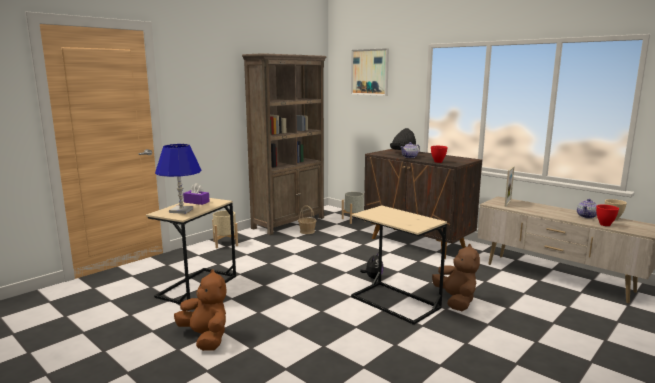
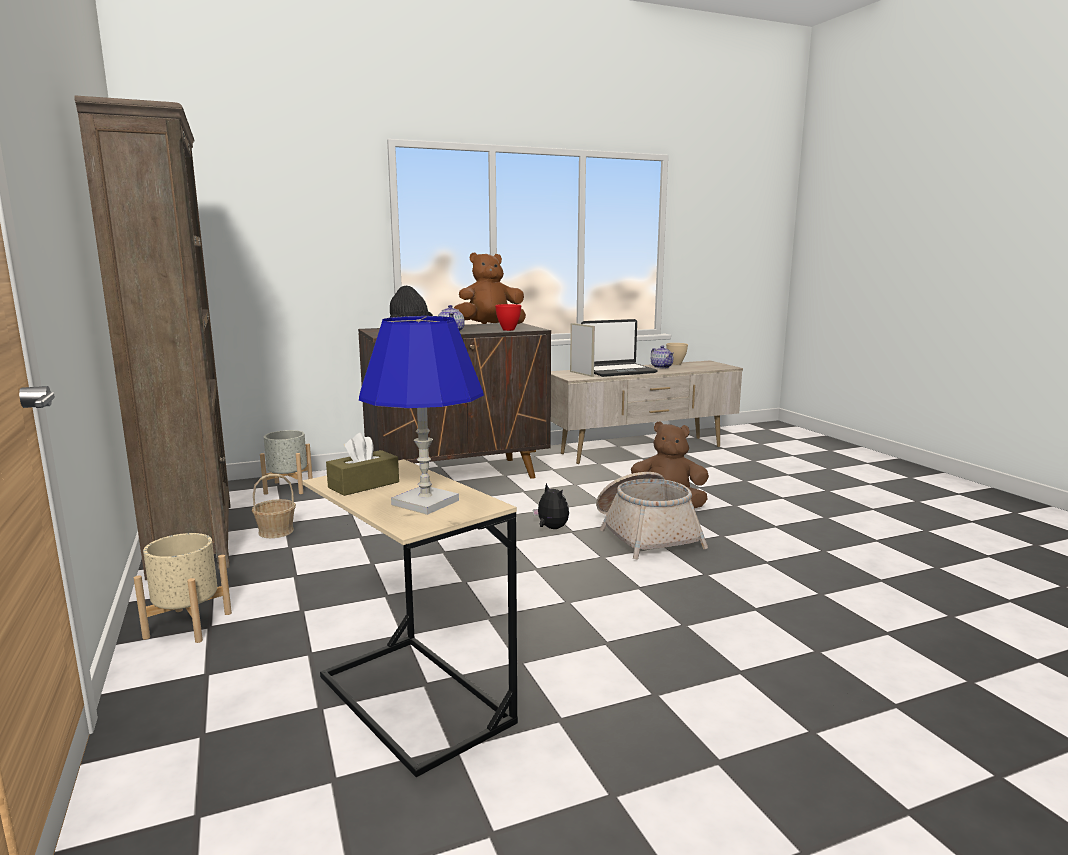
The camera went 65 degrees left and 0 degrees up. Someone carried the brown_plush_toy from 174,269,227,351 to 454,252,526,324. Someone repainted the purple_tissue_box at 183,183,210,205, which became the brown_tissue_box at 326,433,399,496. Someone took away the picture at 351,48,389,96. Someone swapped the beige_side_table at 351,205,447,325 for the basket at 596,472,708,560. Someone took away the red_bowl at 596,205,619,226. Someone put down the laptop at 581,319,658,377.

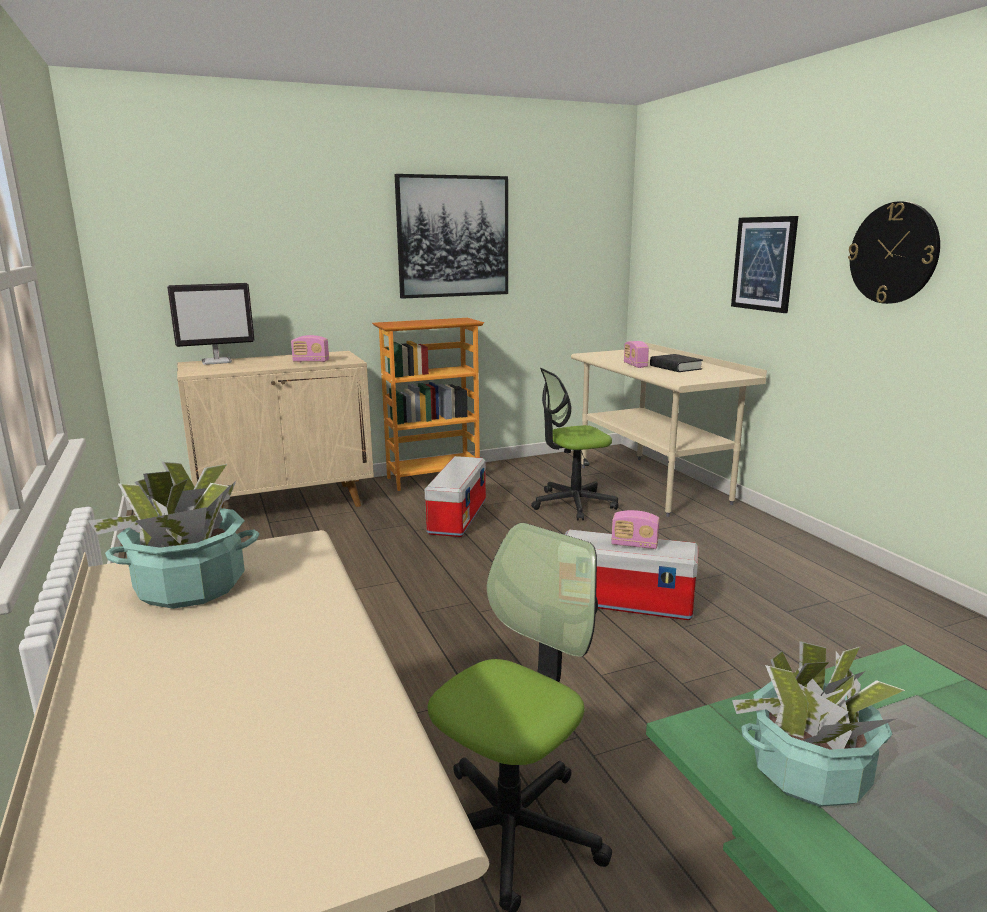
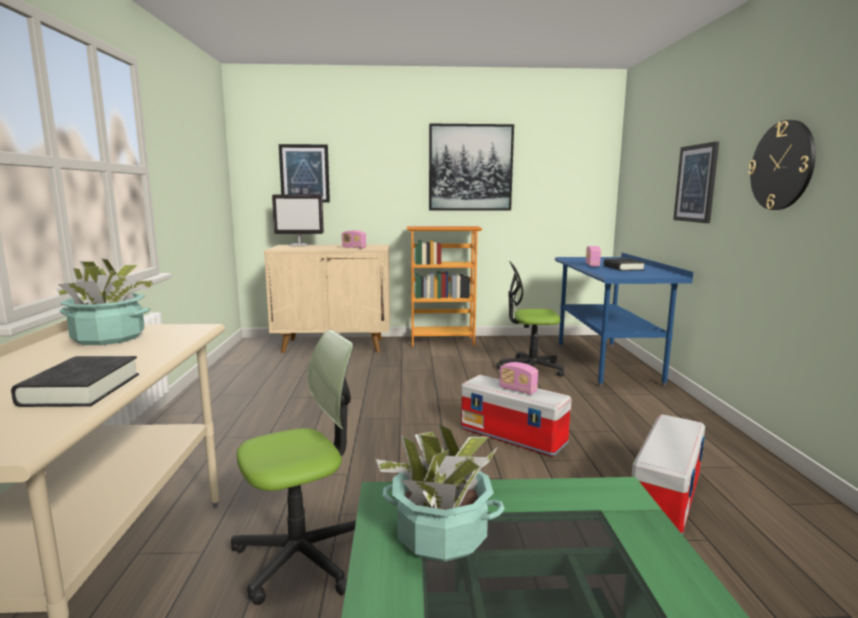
The camera went 20 degrees right and 5 degrees down. Someone carried the storage_box from 425,456,486,537 to 632,414,705,535. Someone repainted the beige_desk at 571,342,767,517, which became the blue_desk at 555,253,694,387. Someone put down the black_book at 11,356,139,407. Someone put up the picture at 279,144,330,203.

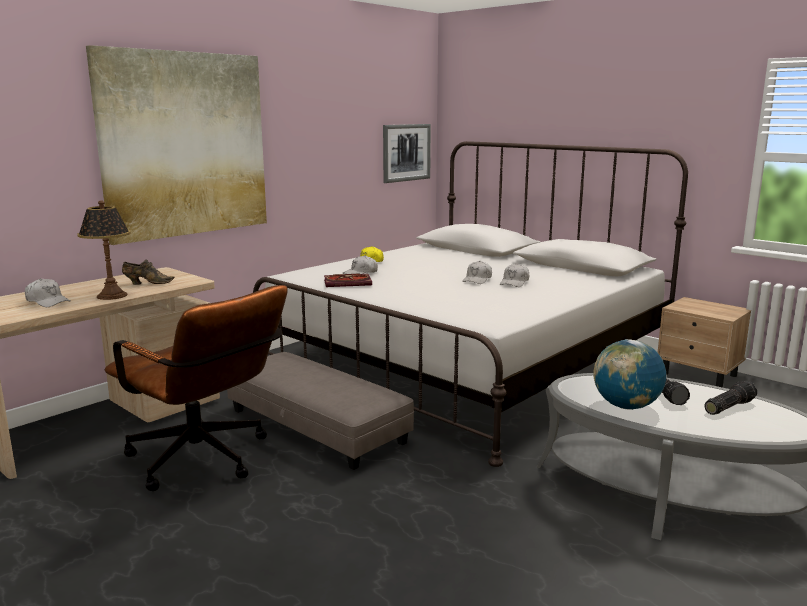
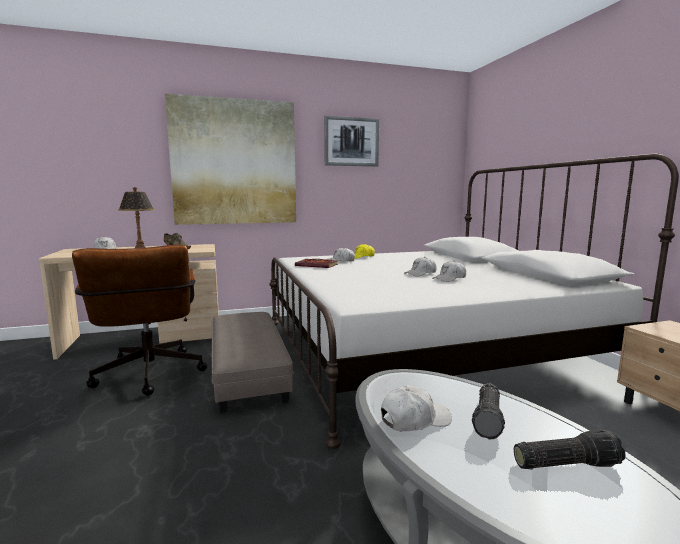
The camera went 30 degrees right and 5 degrees down. Someone carried the picture from 383,124,431,183 to 324,116,379,167. Someone swapped the globe at 594,339,666,410 for the white_cap at 381,385,452,431.

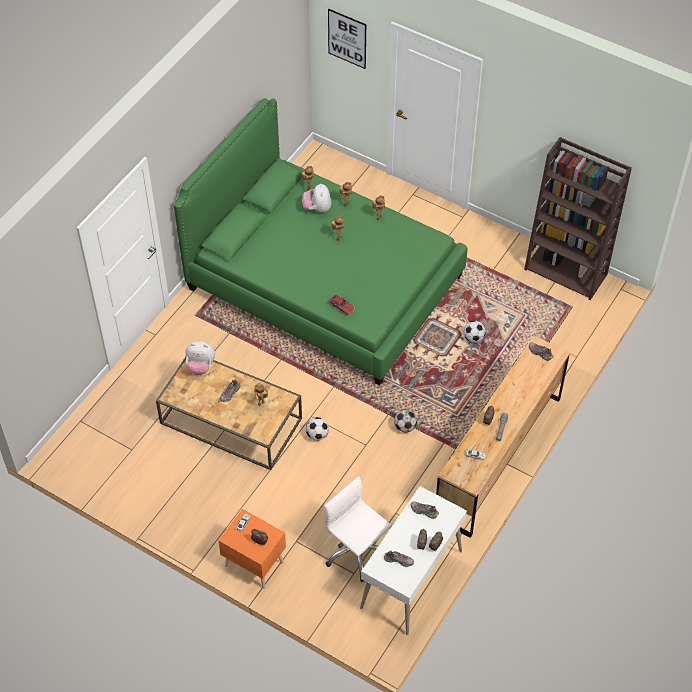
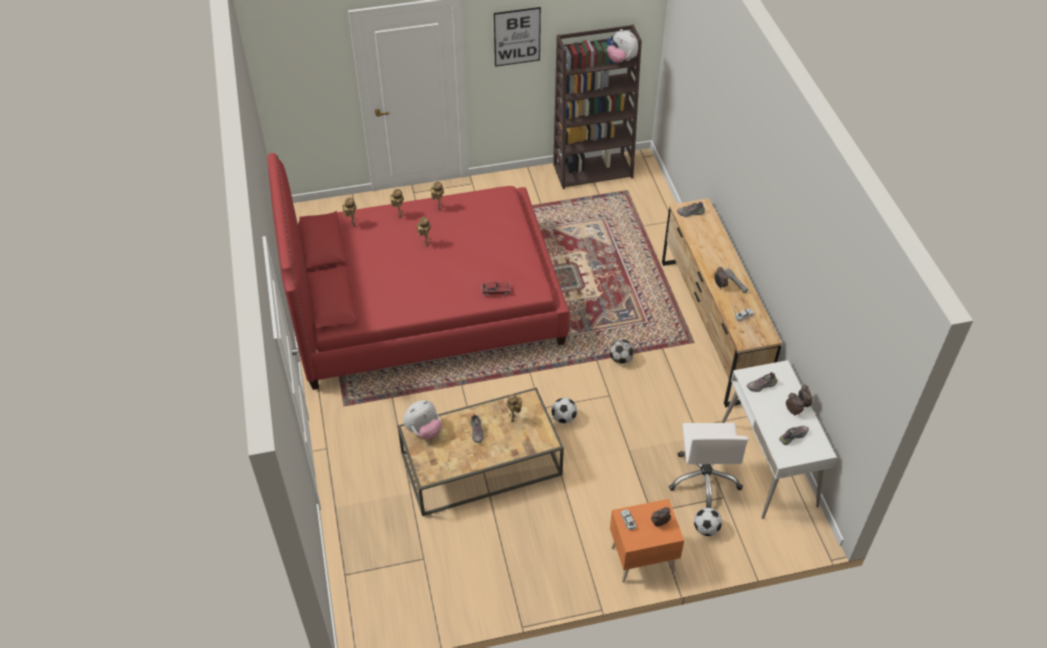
The camera went 45 degrees left and 5 degrees down. Someone repainted the green_bed at 174,98,468,385, which became the red_bed at 268,153,570,390. Someone carried the plush_toy from 302,184,331,213 to 607,29,638,63. Someone rotated the white_office_chair at 324,476,391,582 by 90 degrees counterclockwise. Someone carried the picture from 328,9,366,69 to 494,7,541,67. Someone carried the football from 463,321,486,343 to 694,508,722,536.

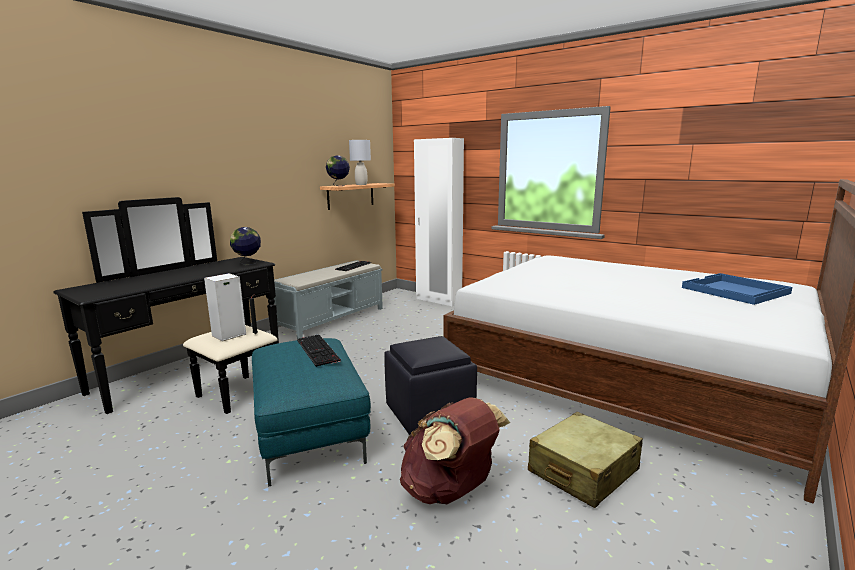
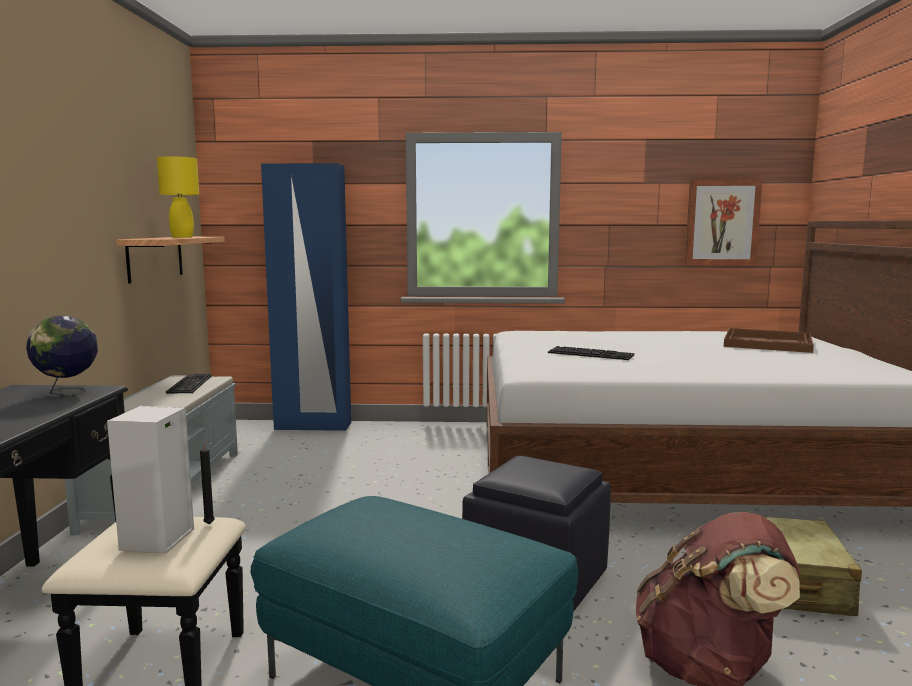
The camera went 35 degrees left and 5 degrees down. Someone carried the keyboard from 297,335,341,367 to 548,346,635,360. Someone took away the globe at 326,155,350,186. Someone repainted the grey_table_lamp at 349,140,371,185, which became the yellow_table_lamp at 157,156,199,238. Someone repainted the white_wardrobe at 414,138,464,306, which became the blue_wardrobe at 261,163,351,431. Someone repainted the blue_tray at 682,273,792,305, which became the brown_tray at 724,328,814,353. Someone put up the picture at 685,180,762,266.

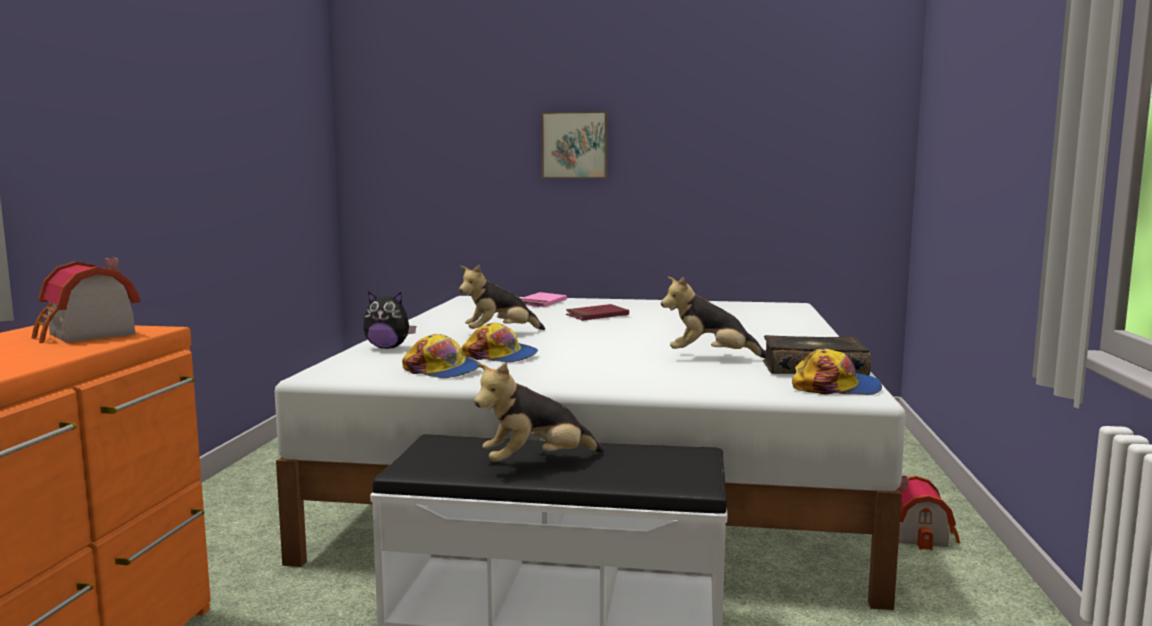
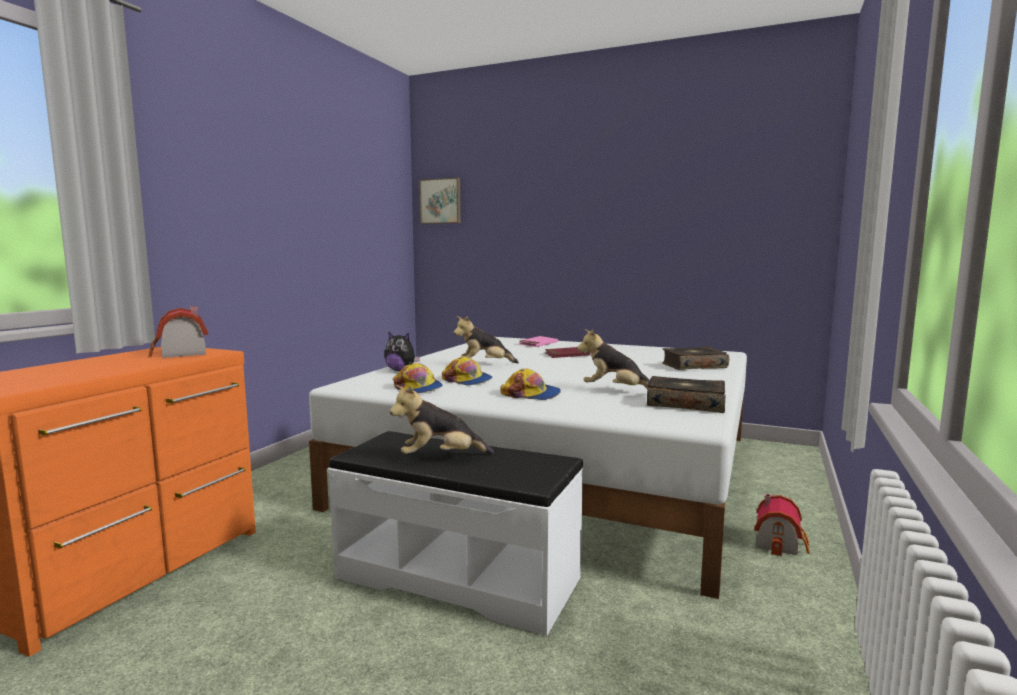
The camera went 15 degrees right and 0 degrees up. Someone carried the picture from 541,111,607,178 to 419,177,461,224. Someone carried the cap from 792,348,882,395 to 500,368,561,400. Someone put down the book at 662,346,729,370.

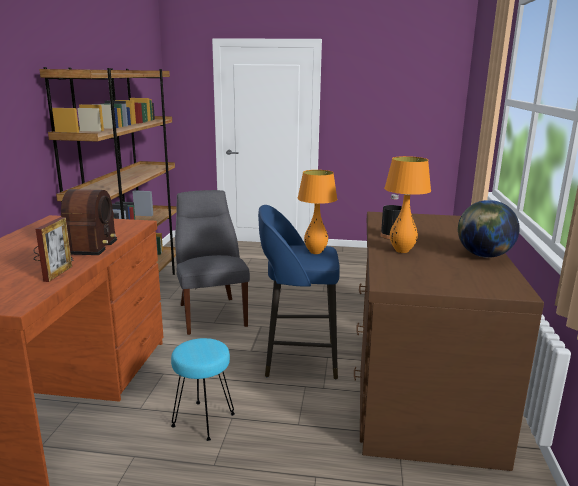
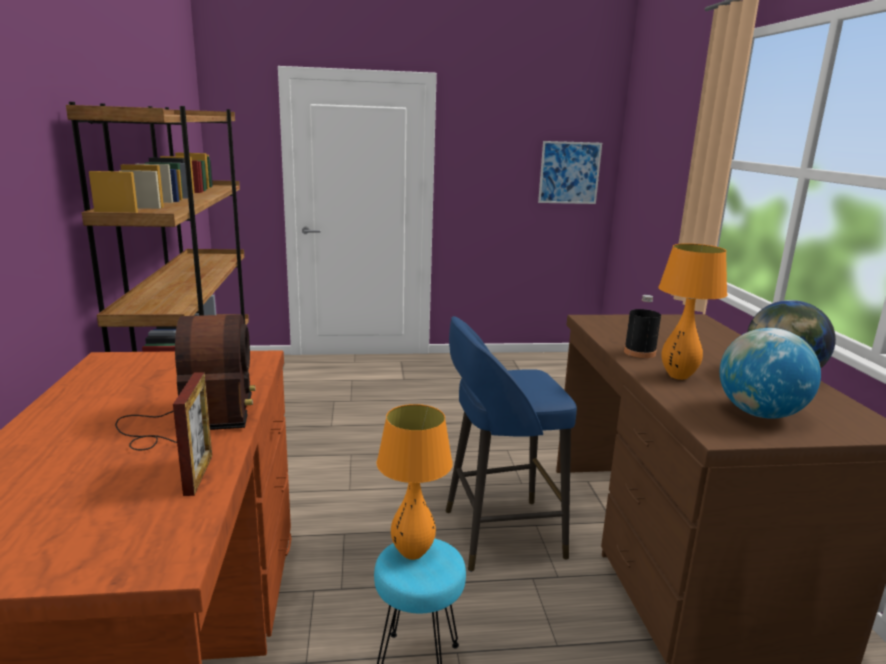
The camera went 15 degrees left and 0 degrees up. Someone took away the grey_chair at 175,190,250,335. Someone carried the orange_table_lamp from 298,170,337,254 to 376,404,453,560. Someone put up the picture at 538,141,602,204. Someone put down the globe at 720,328,821,419.

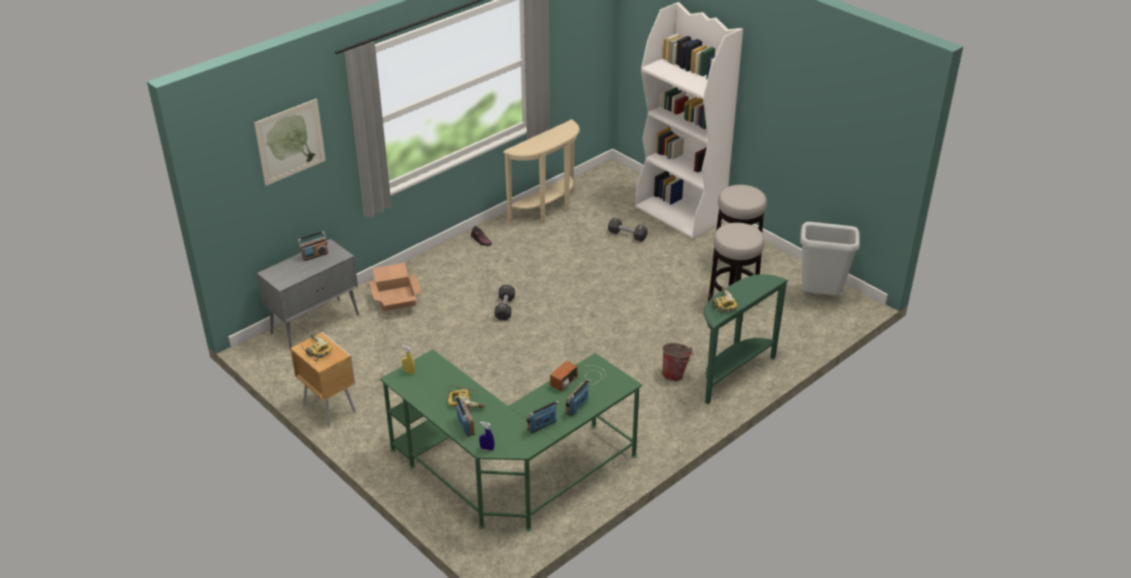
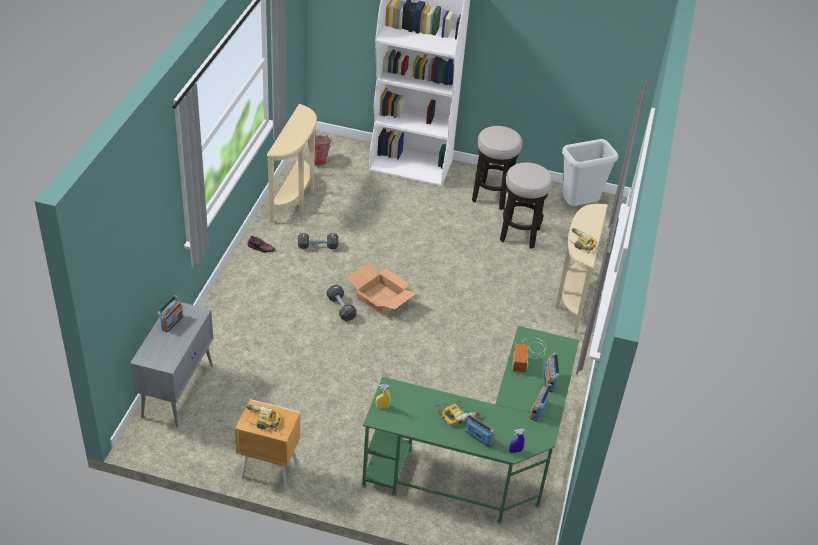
The camera went 35 degrees left and 5 degrees up. Someone took away the picture at 254,99,326,186. Someone carried the cardboard_box from 369,263,421,312 to 347,262,416,315. Someone carried the black_dumbbell from 608,218,647,242 to 298,233,338,249. Someone carried the bucket from 662,343,693,381 to 308,135,332,165. Someone repainted the green_console_table at 703,274,788,404, which became the beige_console_table at 555,204,608,334.

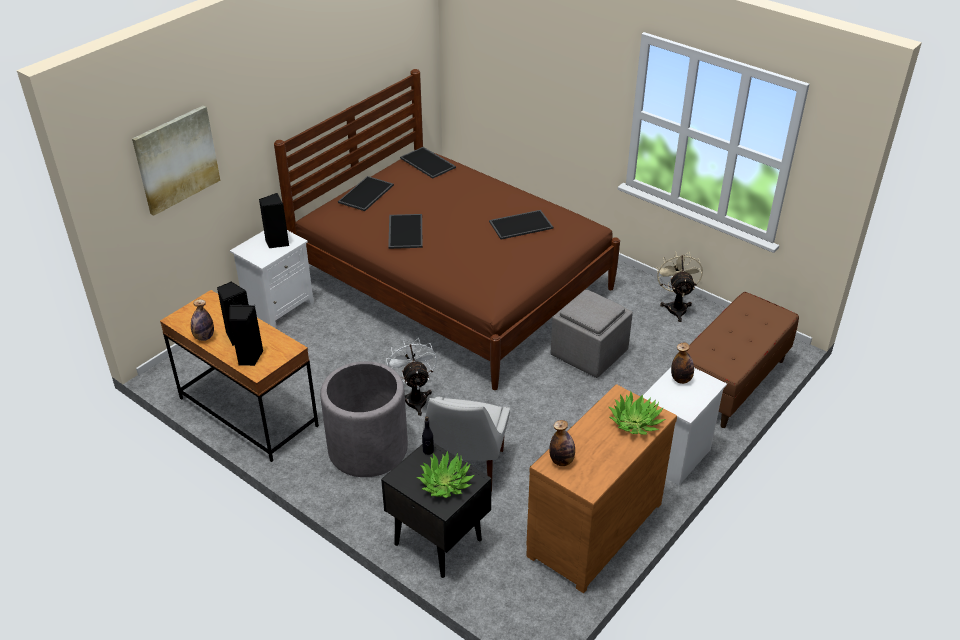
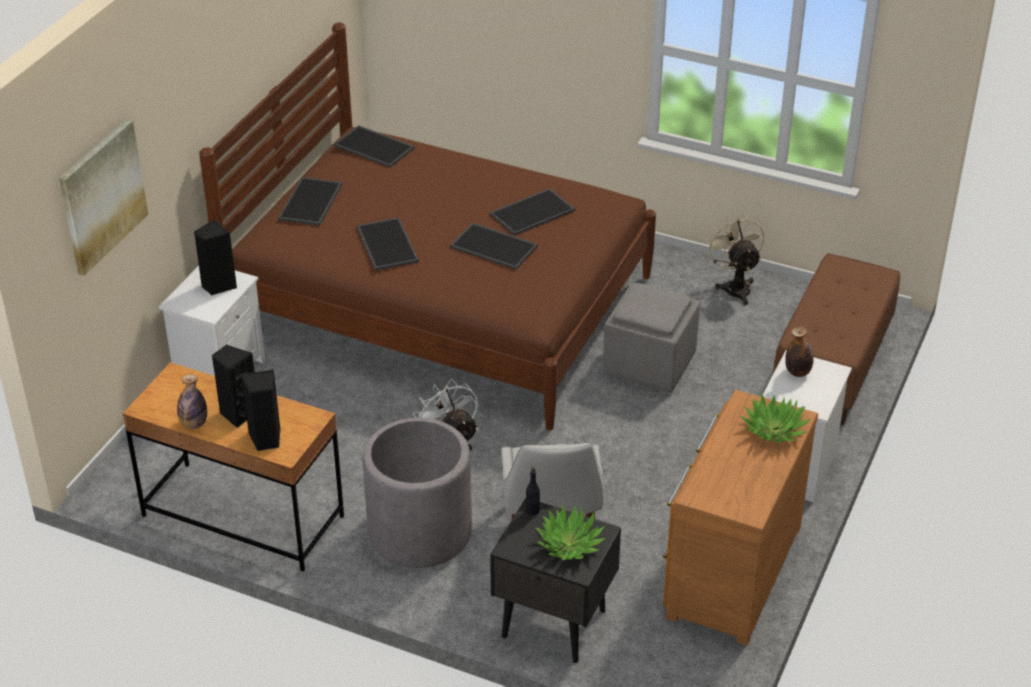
The camera went 15 degrees left and 0 degrees up. Someone took away the bottle at 549,420,575,466. Someone put down the tray at 450,222,538,270.

